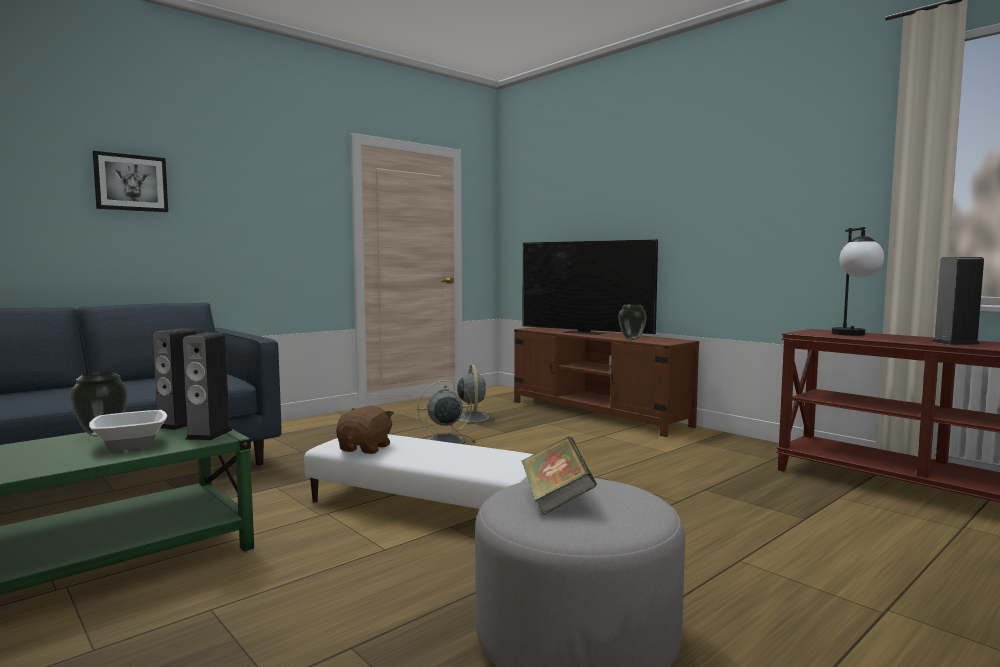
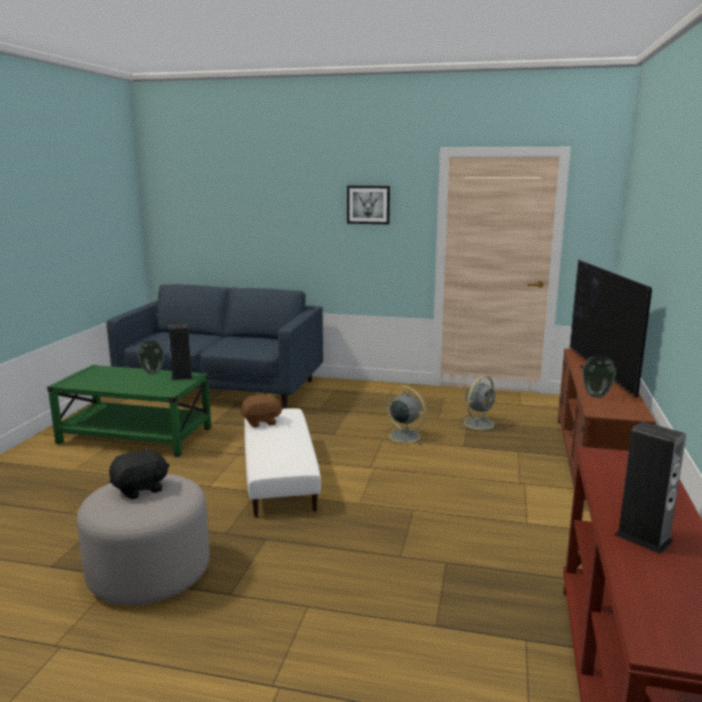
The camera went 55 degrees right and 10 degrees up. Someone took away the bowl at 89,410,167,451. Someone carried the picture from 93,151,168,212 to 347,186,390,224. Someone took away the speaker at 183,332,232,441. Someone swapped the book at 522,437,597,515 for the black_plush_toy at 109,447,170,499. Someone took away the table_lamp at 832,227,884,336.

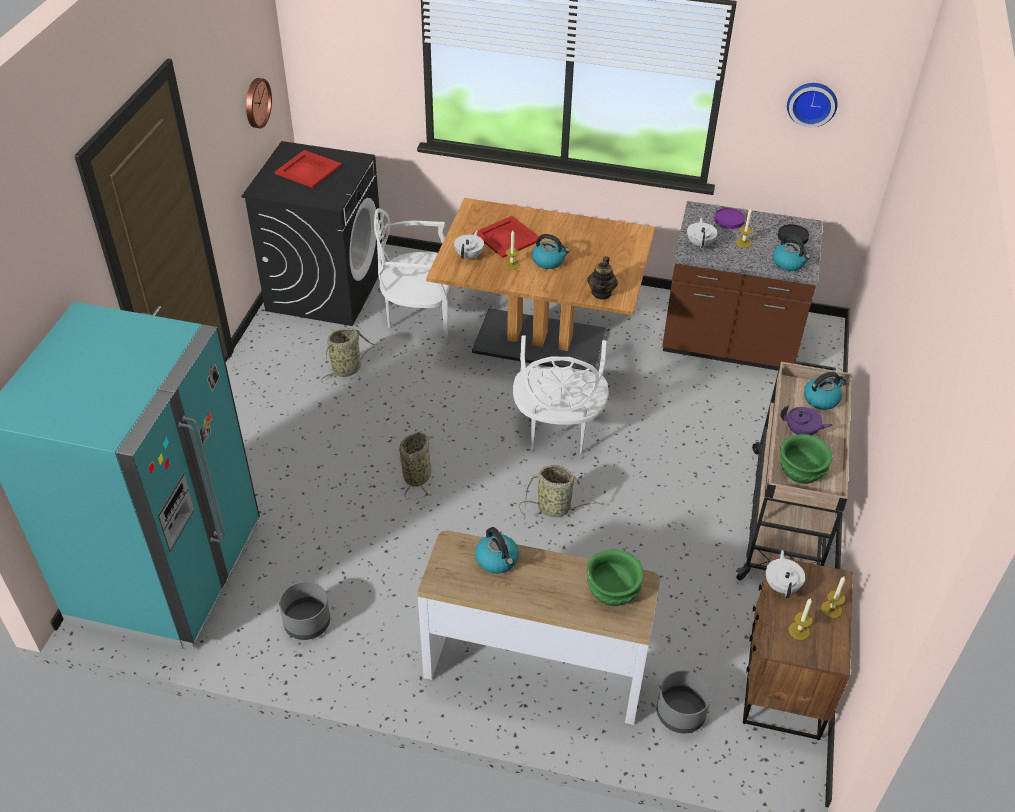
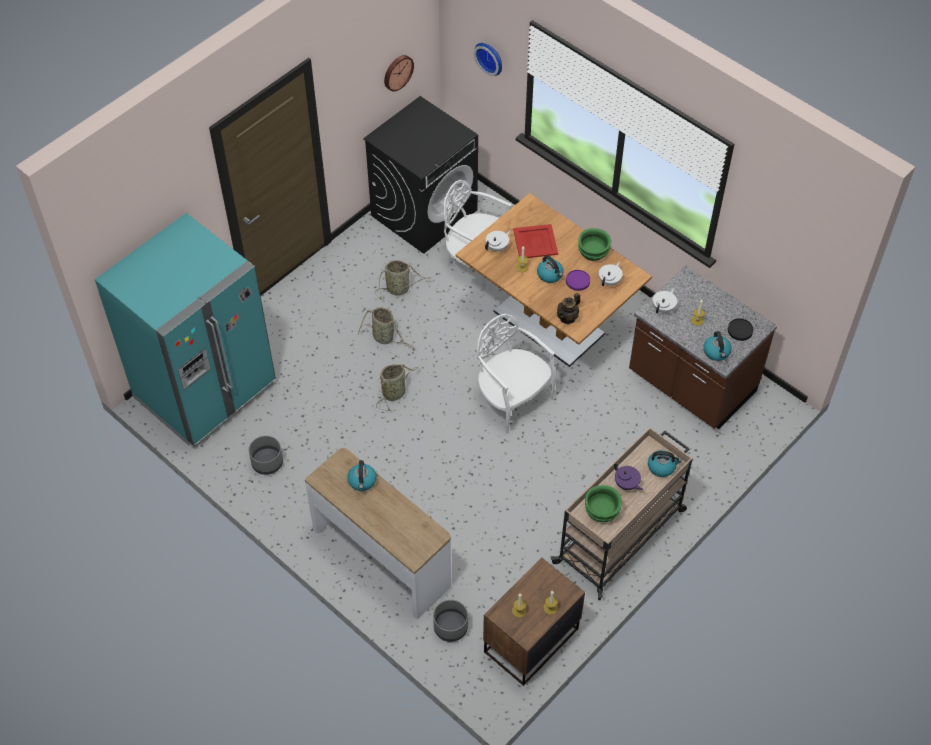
The camera went 30 degrees right and 10 degrees up. Someone took away the red_tray at 275,150,342,188. Someone rotated the white_chair at 513,335,609,454 by 105 degrees clockwise. Someone carried the basket from 519,465,605,518 to 358,307,414,349. Someone carried the green_bowl from 587,549,644,606 to 578,228,611,261. Someone carried the purple_plate from 715,208,745,229 to 566,270,590,291. Someone carried the white_teapot from 766,550,805,598 to 599,261,623,286. Someone carried the wall_clock from 787,83,838,128 to 474,43,502,76.

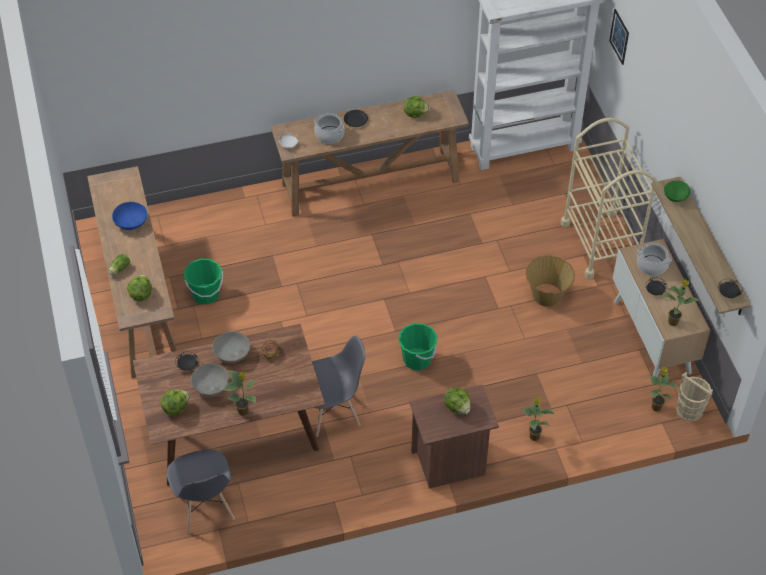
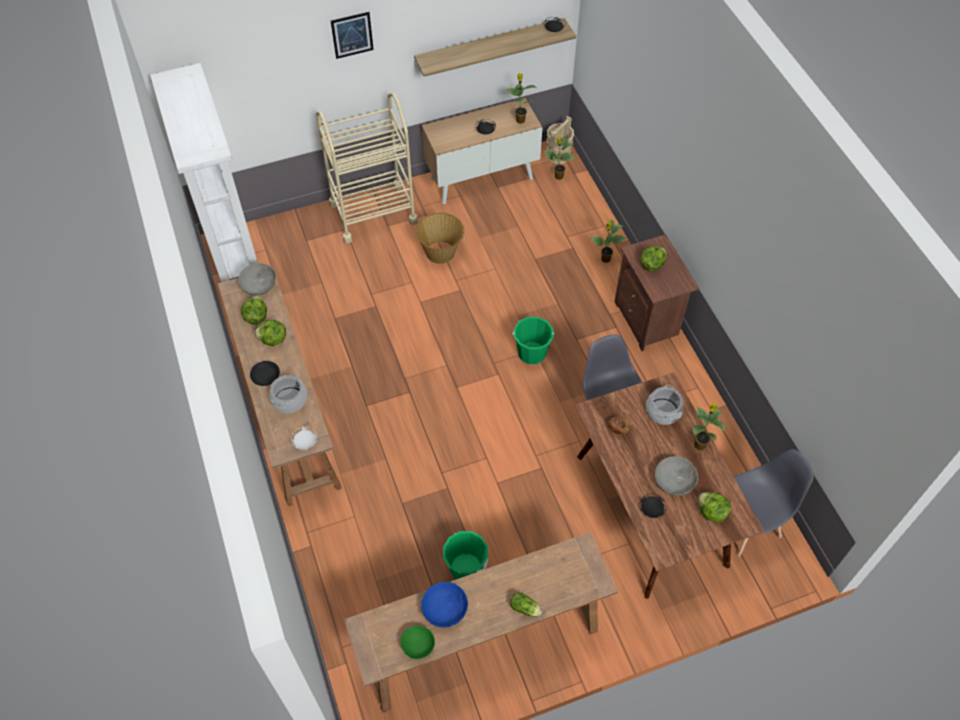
The camera went 95 degrees left and 5 degrees up. Someone carried the lettuce from 127,275,151,301 to 254,320,286,346. Someone carried the grey_bowl from 213,332,250,363 to 238,263,276,296. Someone carried the picture from 609,9,629,65 to 331,12,374,59. Someone carried the cooking_pot from 637,243,672,276 to 646,385,684,425. Someone carried the green_bowl from 664,180,691,202 to 401,626,435,659.

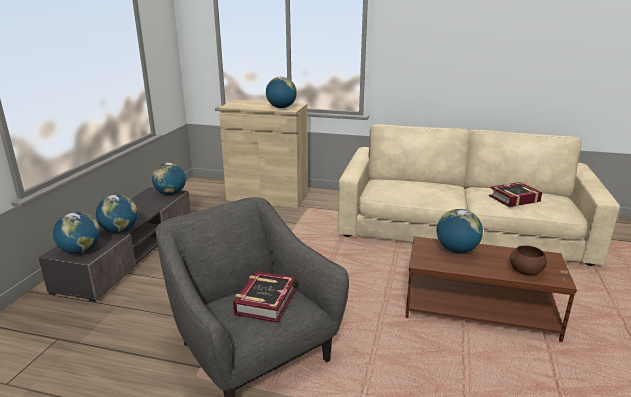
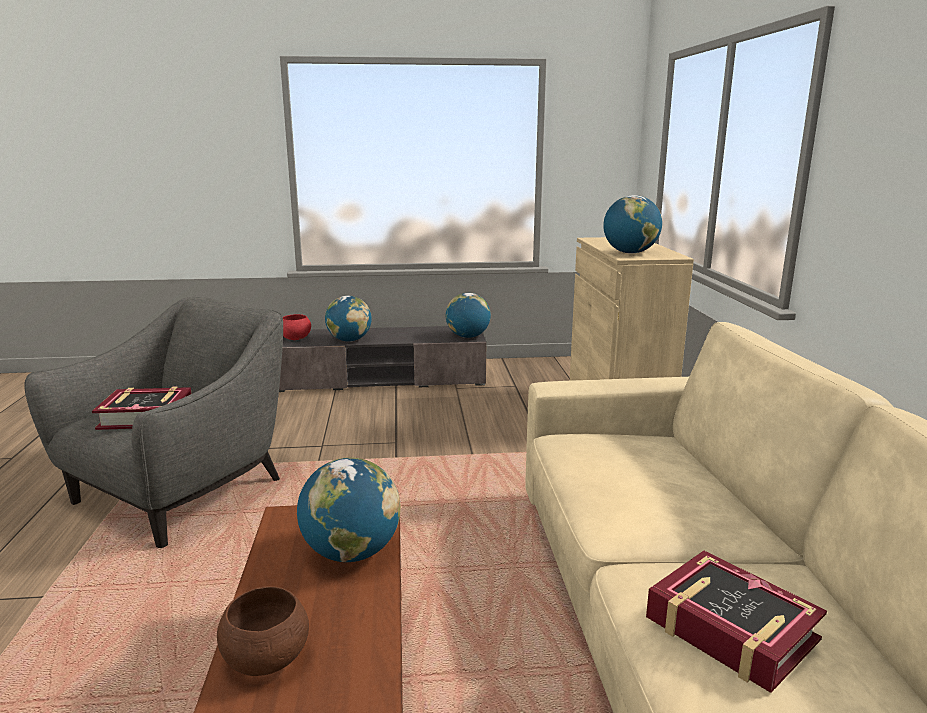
The camera went 70 degrees right and 5 degrees down. Someone swapped the globe at 53,212,100,254 for the red_bowl at 283,314,311,340.

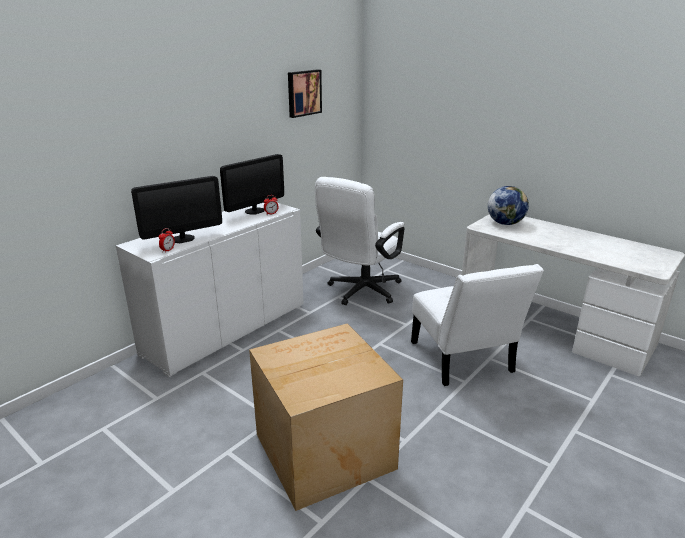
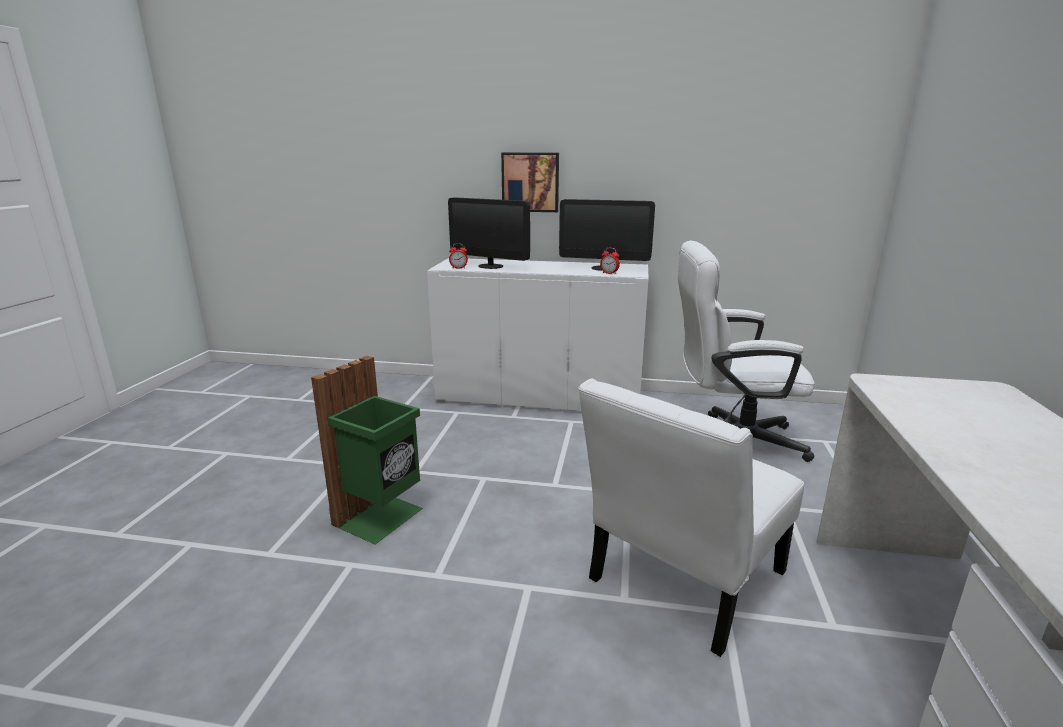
The camera went 60 degrees right and 5 degrees down. Someone swapped the cardboard_box at 249,323,403,511 for the green_trash_can at 311,356,423,545. Someone carried the picture from 288,69,322,118 to 501,153,559,212. Someone took away the globe at 488,186,529,225.

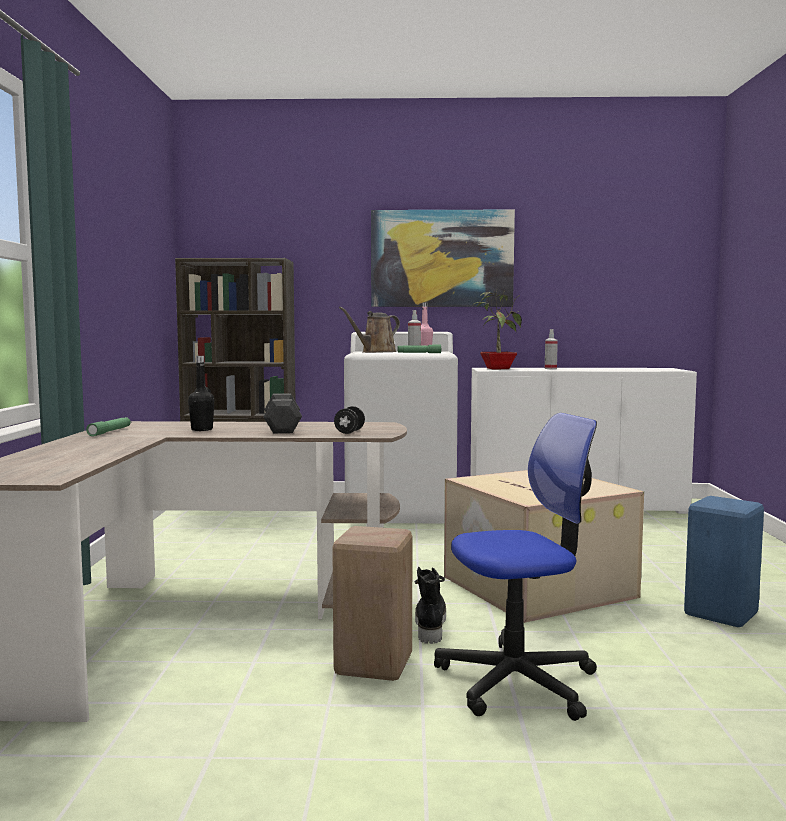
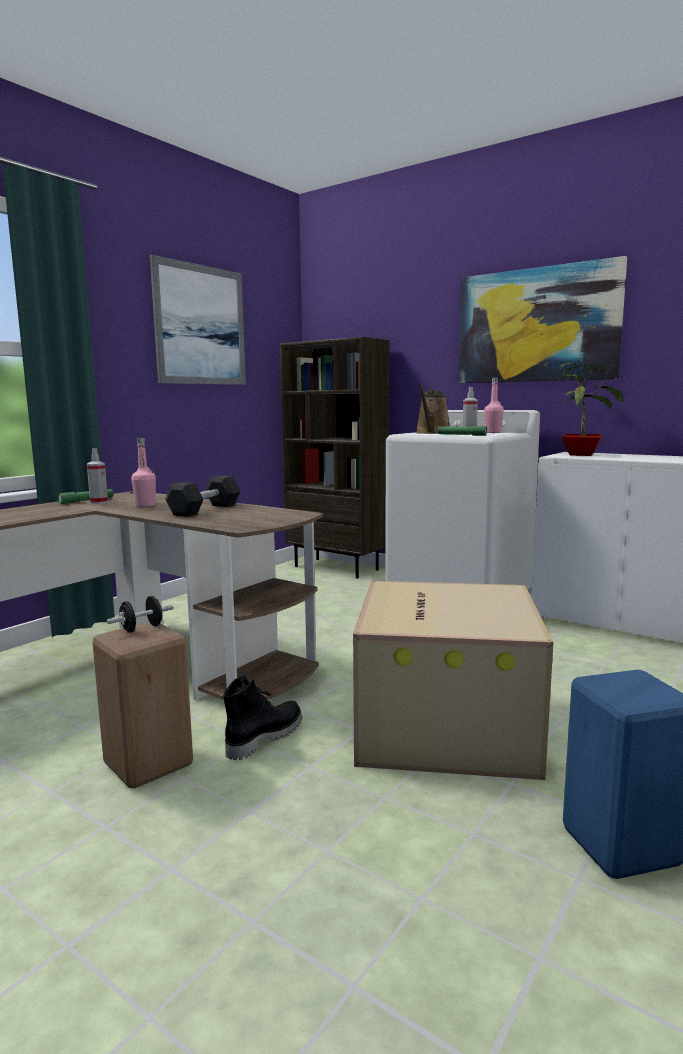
The camera went 35 degrees right and 5 degrees up. Someone repainted the black_bottle at 188,356,214,431, which became the pink_bottle at 131,438,156,507. Someone carried the black_dumbbell from 334,406,365,434 to 107,596,174,632. Someone rotated the brown_watering_can at 339,307,400,353 by 60 degrees counterclockwise. Someone took away the office_chair at 434,413,597,721. Someone carried the spray_bottle from 545,329,558,369 to 87,448,108,504. Someone put up the picture at 150,255,246,385.

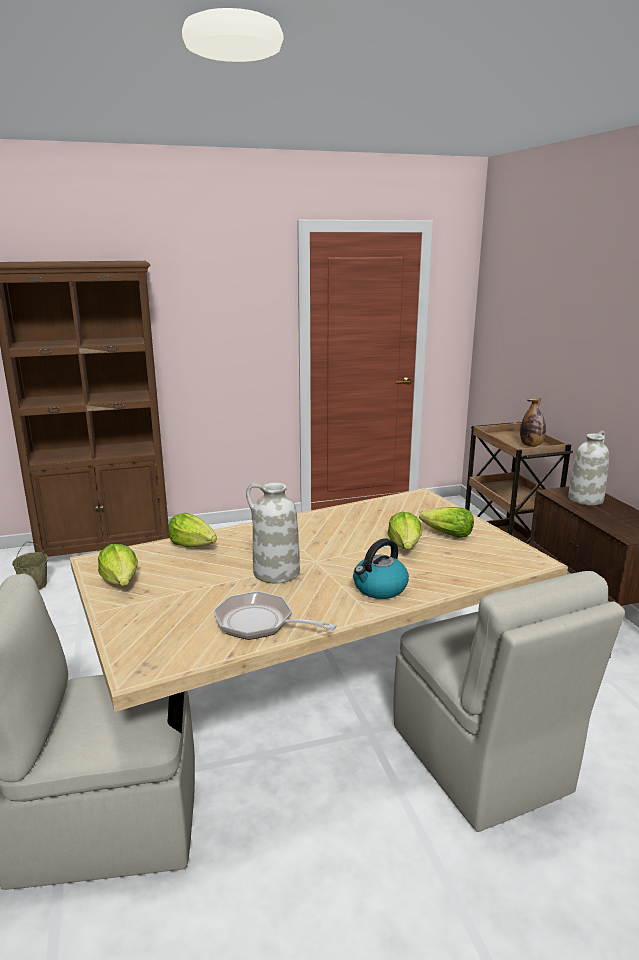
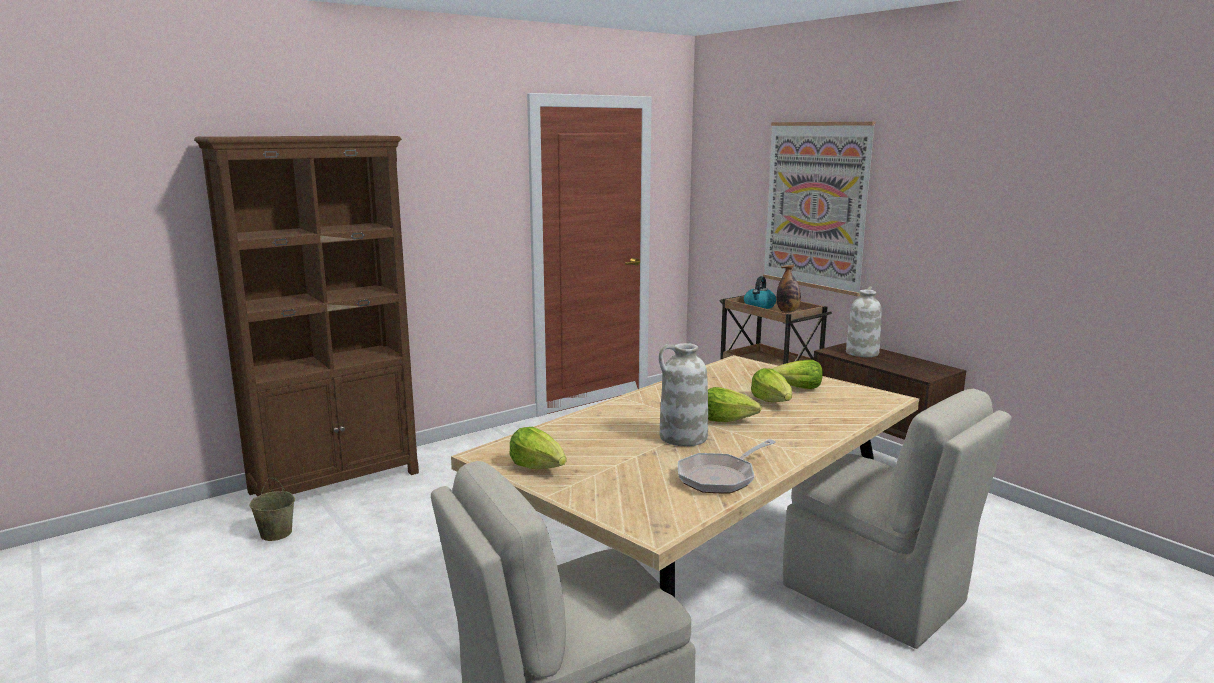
The camera went 20 degrees left and 5 degrees down. Someone carried the lettuce from 168,513,217,547 to 708,387,762,422. Someone rotated the frying_pan at 213,591,337,640 by 45 degrees counterclockwise. Someone carried the kettle from 353,538,409,599 to 744,276,776,309. Someone put up the picture at 763,122,875,296.

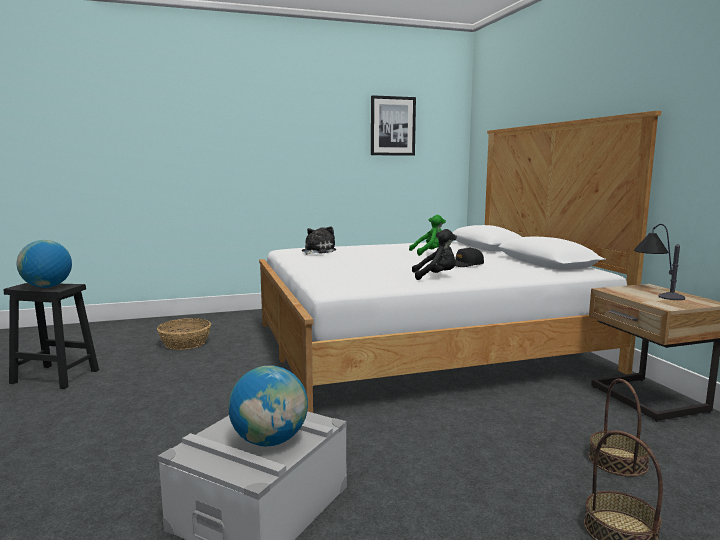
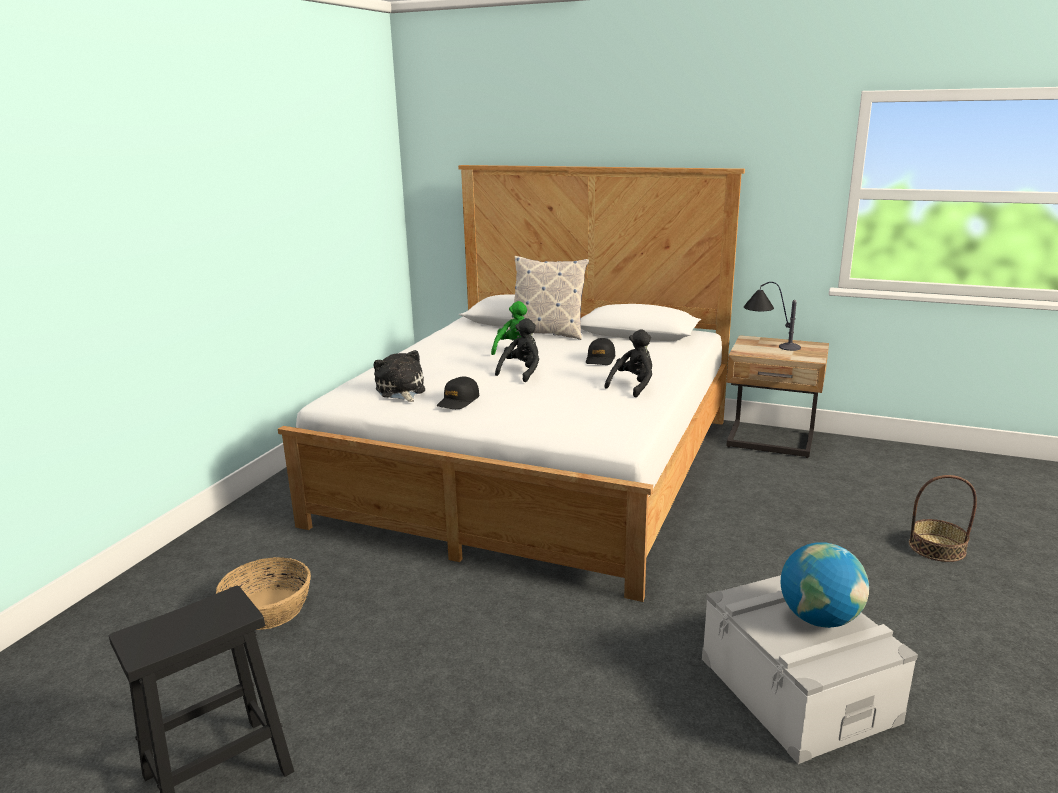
The camera went 50 degrees left and 10 degrees up. Someone took away the globe at 16,240,72,288. Someone took away the picture at 371,95,416,156. Someone took away the basket at 588,379,650,477. Someone put down the black_cap at 437,377,479,409. Someone put down the black_plush_toy at 495,318,539,382. Someone put down the pillow at 507,256,589,340.

